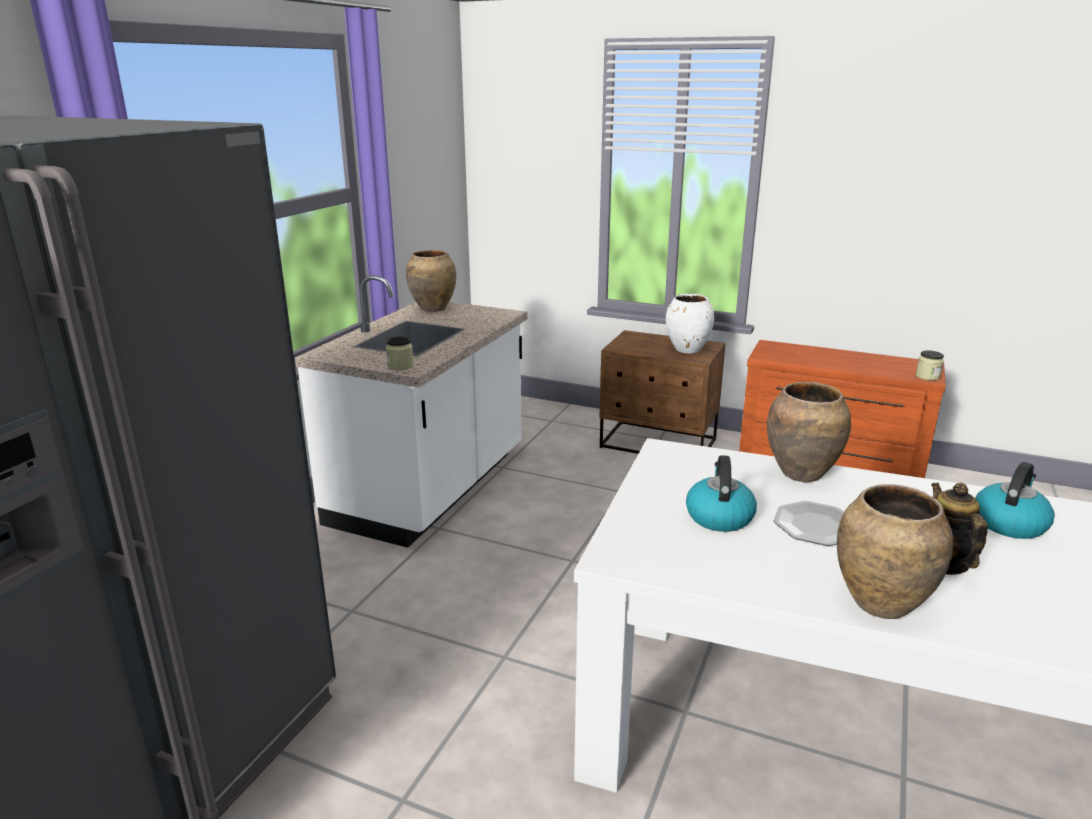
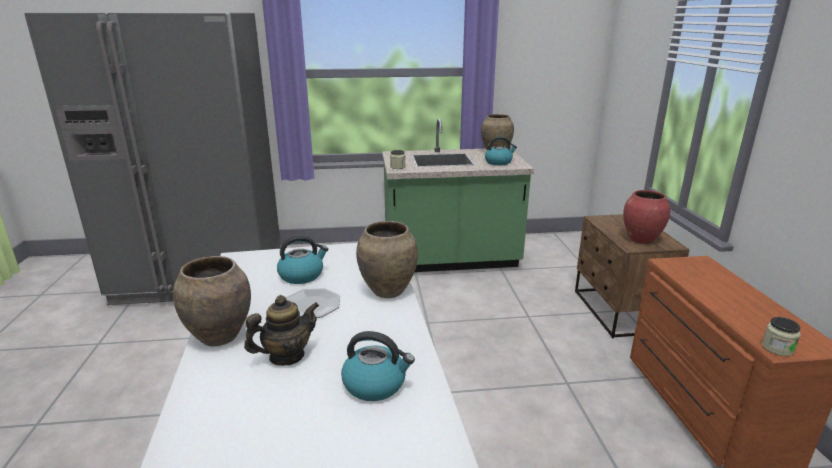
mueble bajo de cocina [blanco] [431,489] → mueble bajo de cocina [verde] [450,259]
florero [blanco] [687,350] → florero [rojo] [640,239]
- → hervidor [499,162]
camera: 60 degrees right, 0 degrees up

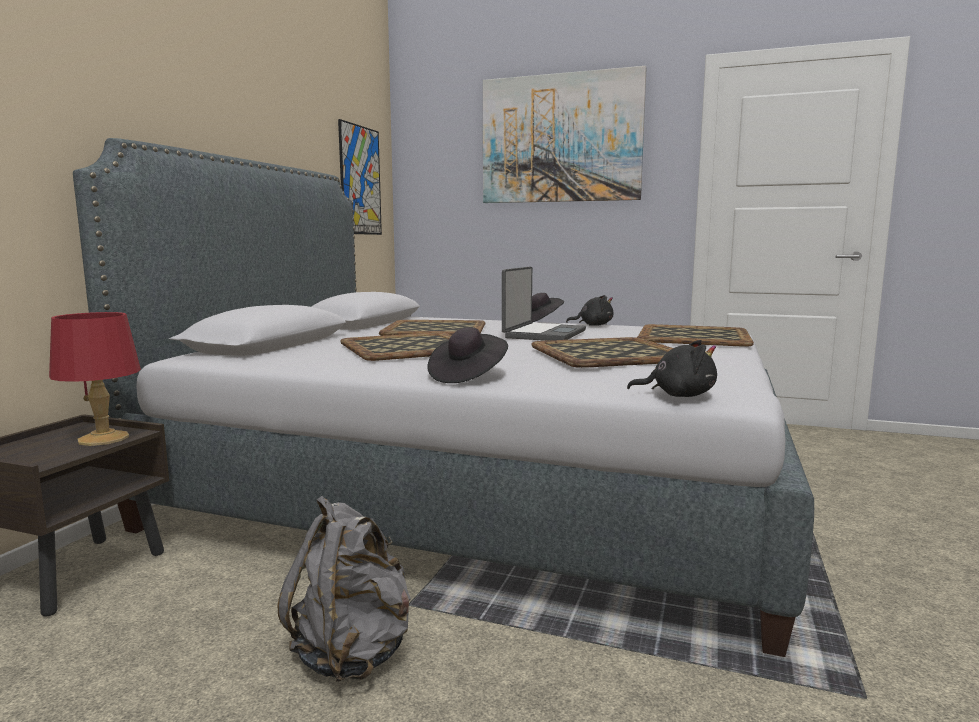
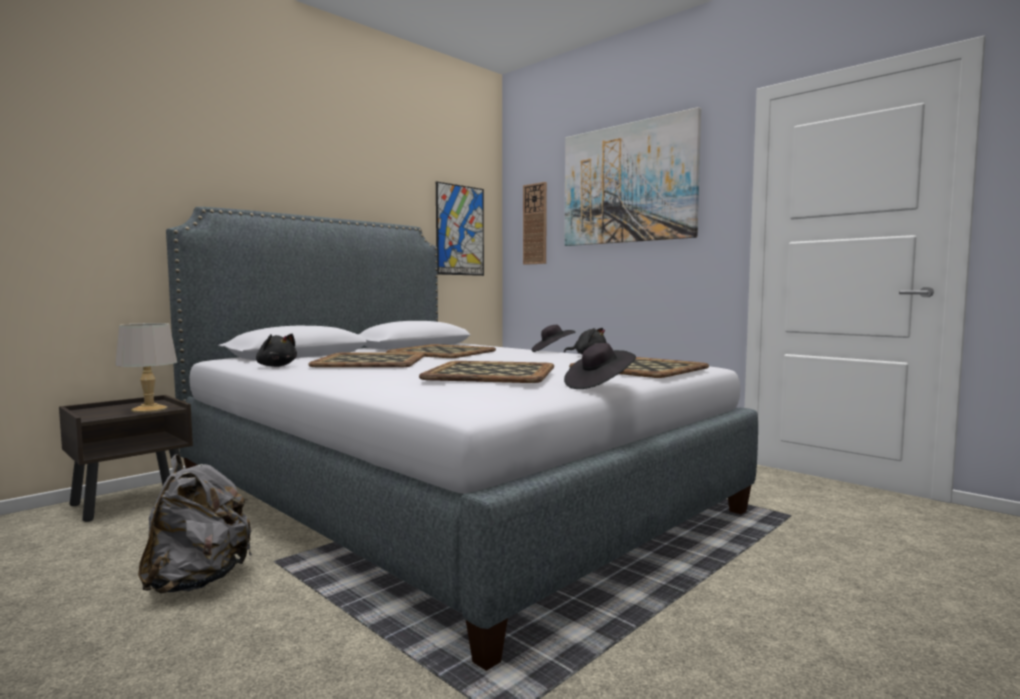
portátil [543,334] → -
lámpara de mesa [rojo] [103,439] → lámpara de mesa [gris] [149,409]
sombrero [negro] [467,376] → sombrero [negro] [599,386], moved
peluche [negro] [678,395] → peluche [negro] [276,366], moved
- → reloj de pared [535,224]
camera: 25 degrees right, 5 degrees down

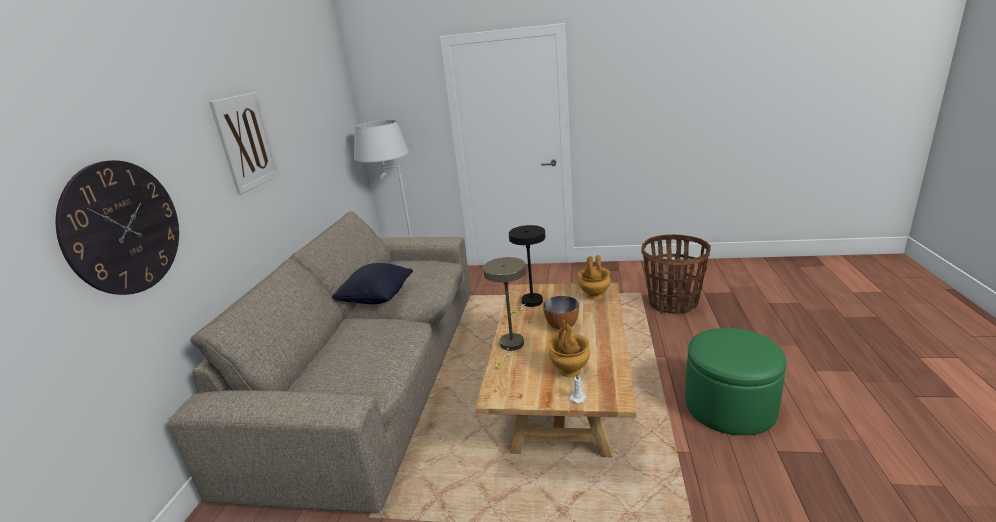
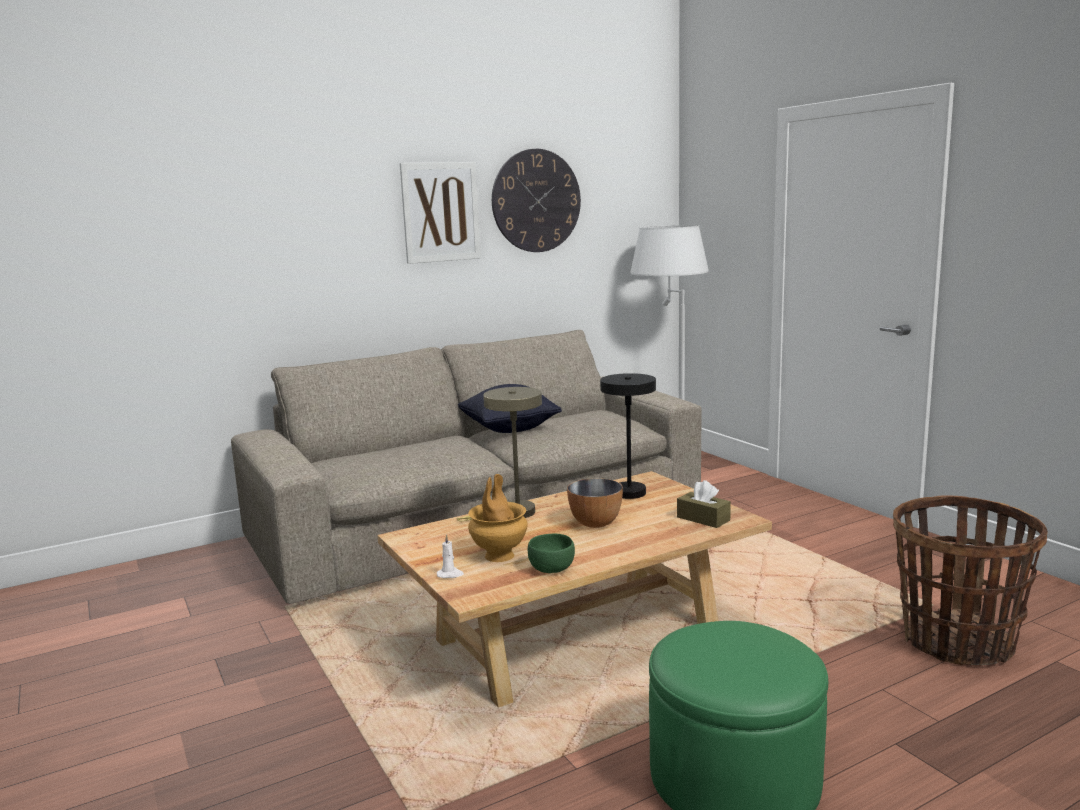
reloj de pared [123,228] → reloj de pared [536,201], moved
florero [marrón] [594,296] → caja de pañuelos [marrón] [703,519]
- → cuenco [verde] [552,568]
camera: 50 degrees right, 10 degrees down

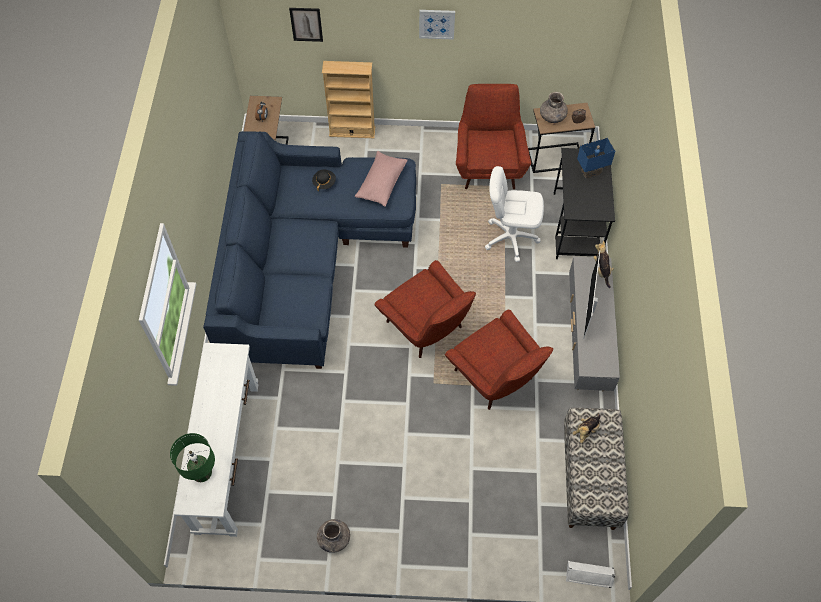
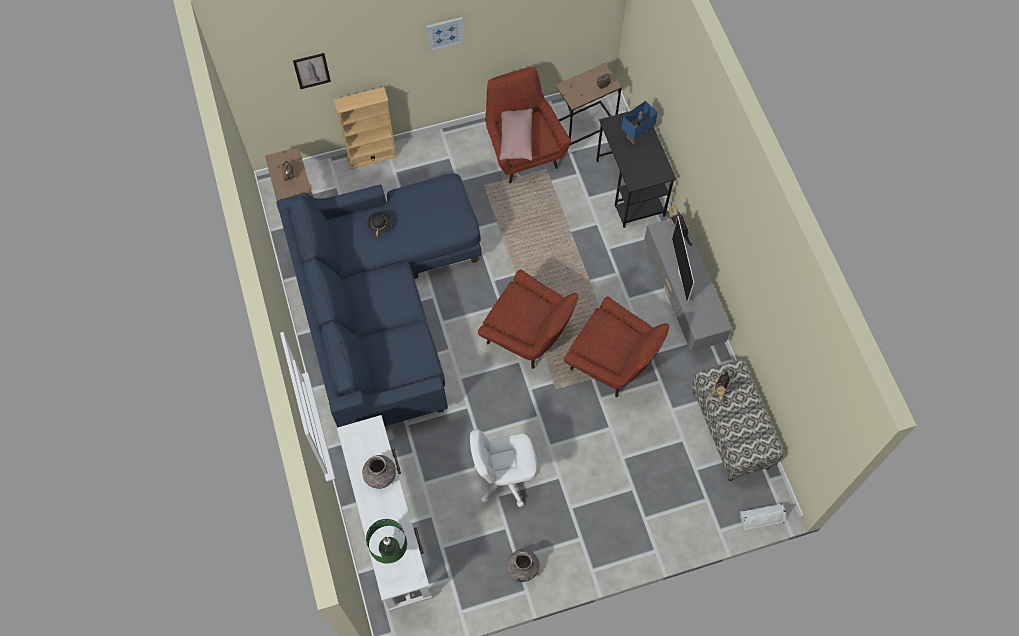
florero [gris] [552,116] → florero [gris] [380,475], moved
cojín [rosa] [381,183] → cojín [rosa] [516,139], moved
silla de oficina [blanco] [510,238] → silla de oficina [blanco] [505,478], moved
camera: 20 degrees left, 5 degrees up

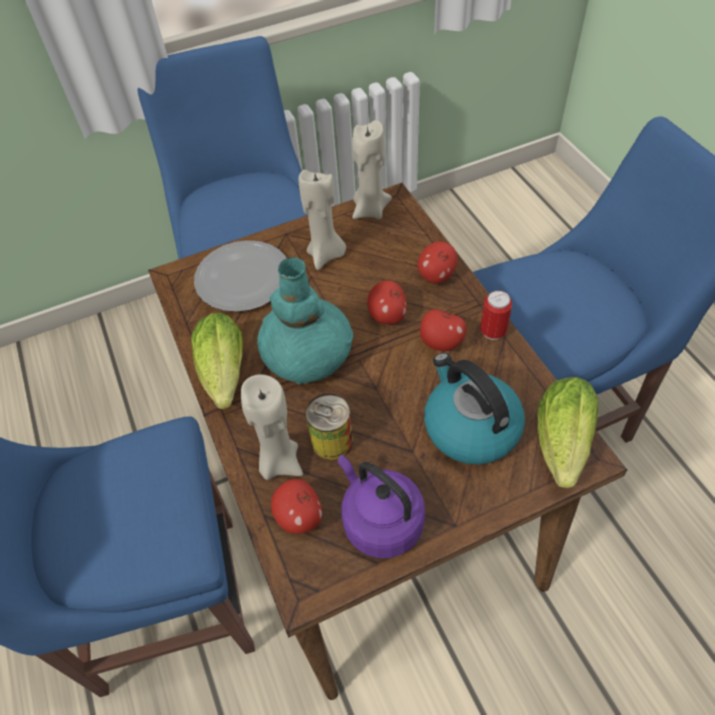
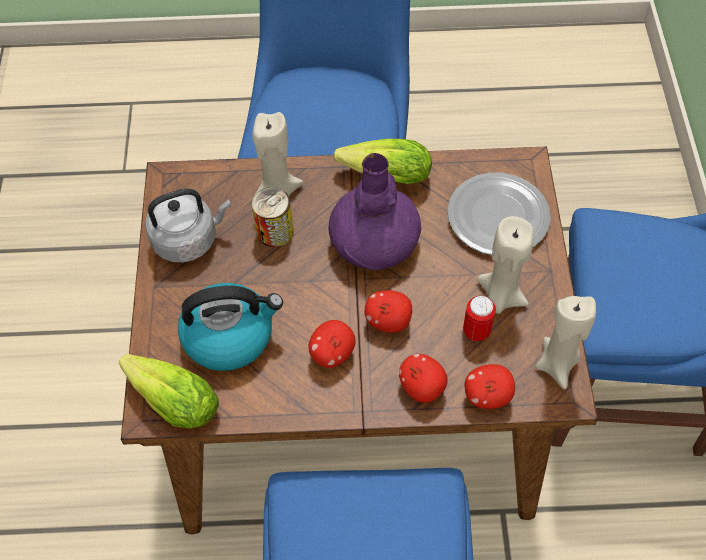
florero [turquesa] [307,355] → florero [morado] [374,241]
lata [493,331] → lata [476,331], moved
hervidor [morado] [379,520] → hervidor [gris] [188,239]
manzana [299,517] → manzana [487,395], moved
camera: 110 degrees right, 5 degrees up

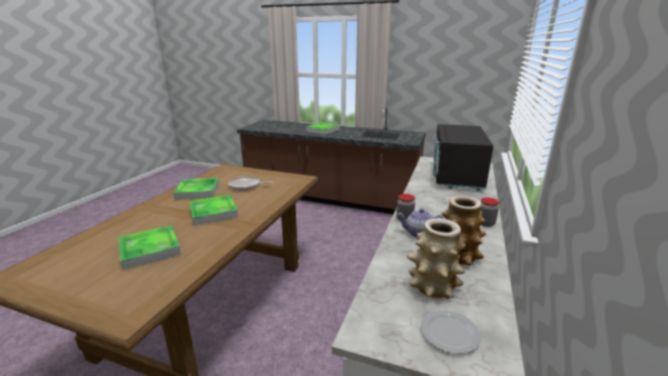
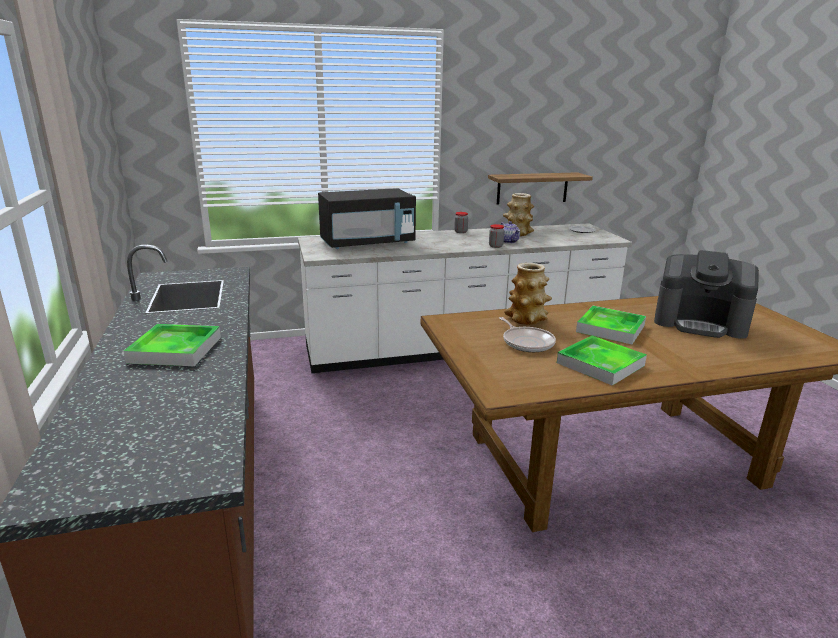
florero [433,286] → florero [527,319], moved
bandeja [150,250] → cafetera [700,323]
- → estante [532,188]
camera: 125 degrees left, 0 degrees up

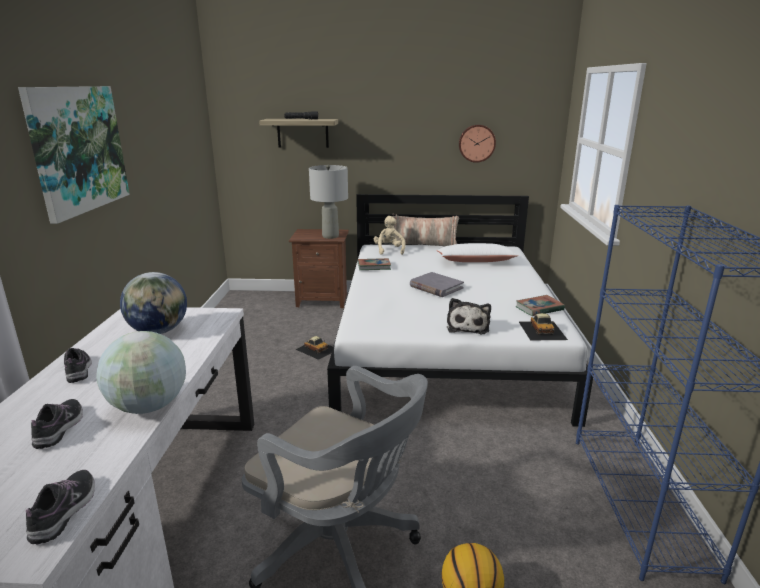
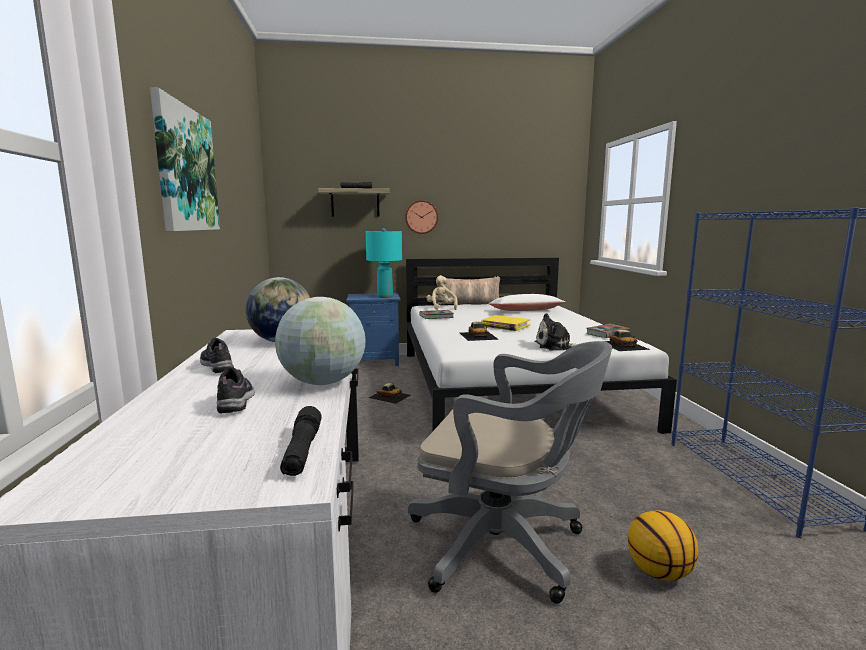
reloj de pared [476,143] → reloj de pared [421,217], moved
lámpara de mesa [gris] [330,236] → lámpara de mesa [turquesa] [384,296]
mesita de noche [marrón] [322,300] → mesita de noche [azul] [375,361]
libro [gris] [436,287] → libro [amarillo] [505,326]
peluche [468,326] → peluche [556,346], 90 degrees clockwise
zapato [65,511] → linterna [negro] [302,451]
- → coche de juguete [478,335]
camera: 10 degrees left, 10 degrees down

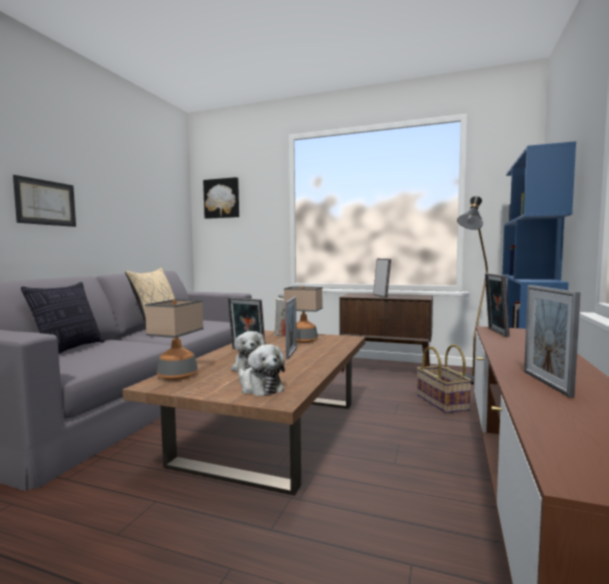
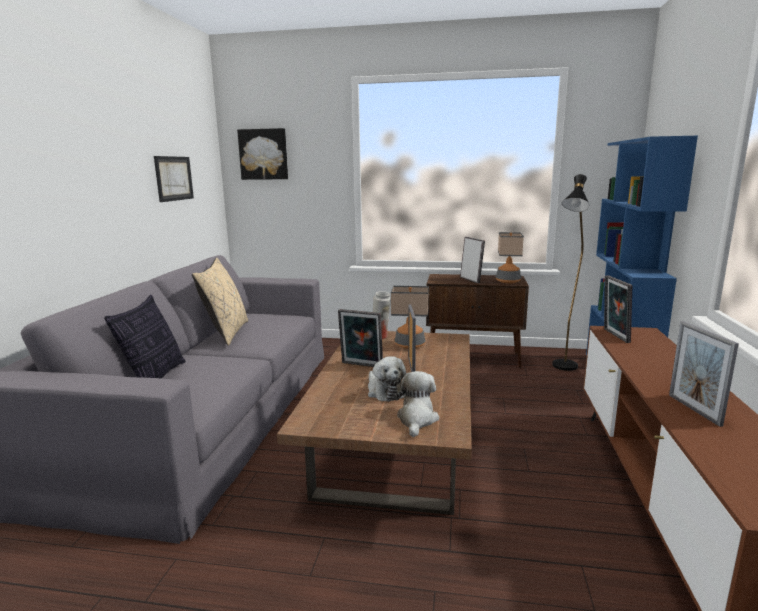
cuadro [46,202] → cuadro [174,178], moved
lámpara de mesa [177,375] → lámpara de mesa [508,281], moved
peluche [259,387] → peluche [416,419], 120 degrees counterclockwise
cesta [441,402] → -
camera: 10 degrees left, 10 degrees up

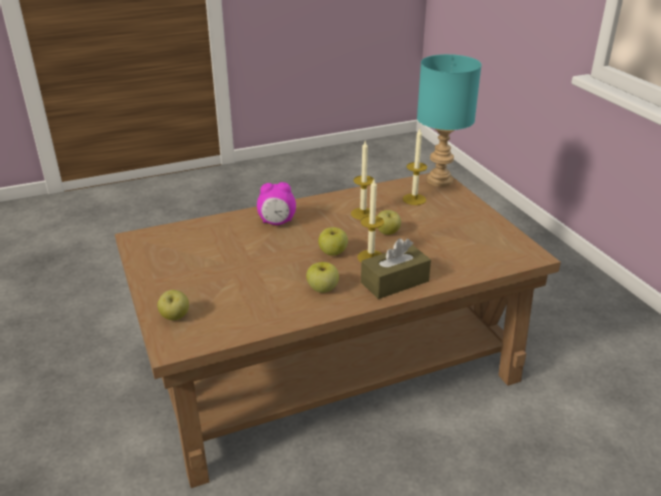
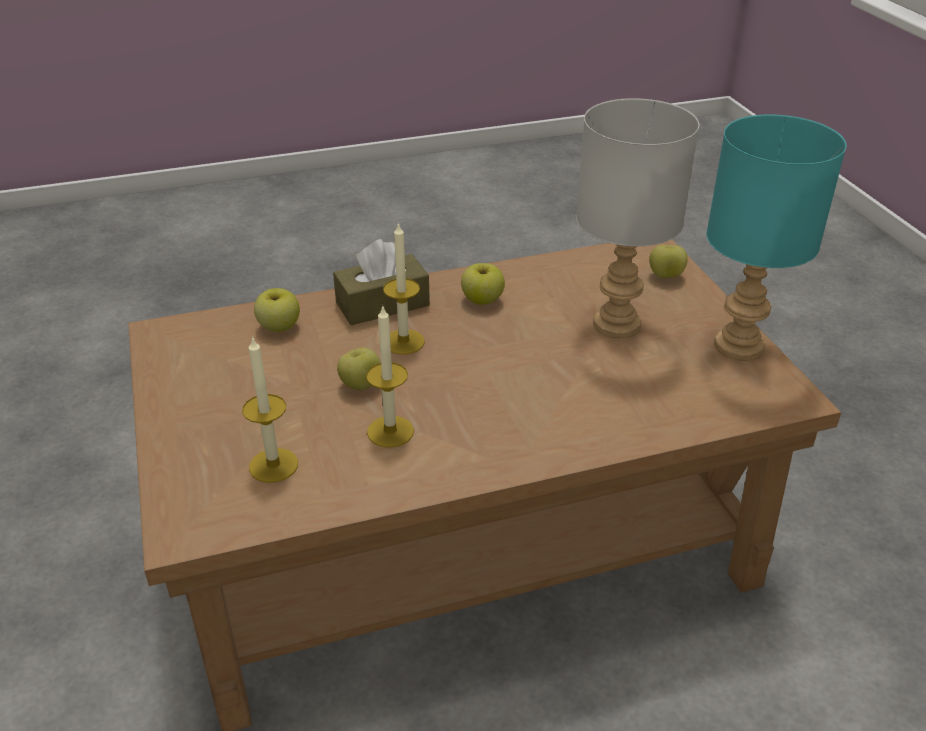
lámpara de mesa [turquesa] [438,180] → lámpara de mesa [turquesa] [741,347], moved
despertador [277,223] → -
manzana [333,252] → manzana [279,327], moved
- → lámpara de mesa [gris] [615,323]
camera: 175 degrees left, 5 degrees up

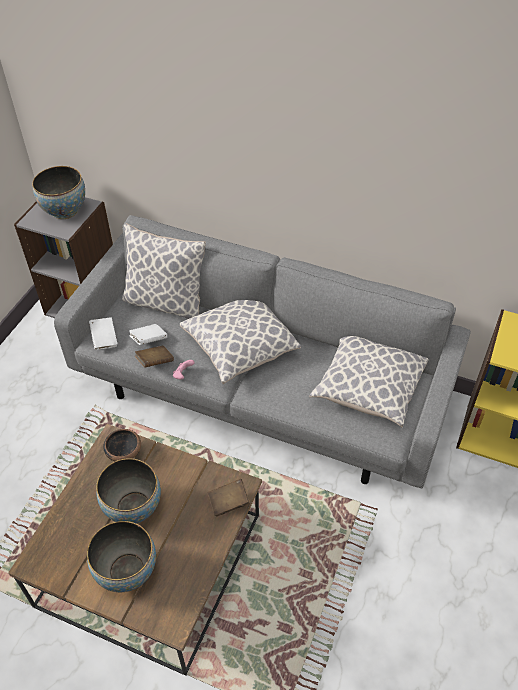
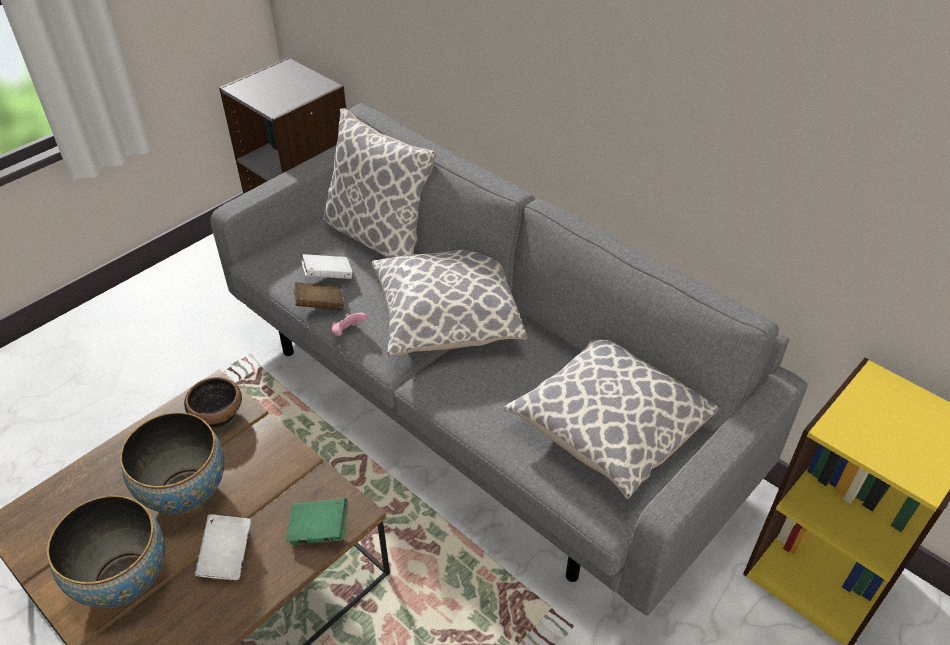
cuenco [65,211] → -
libro [blanco] [104,339] → libro [blanco] [227,556], moved
libro [marrón] [229,502] → libro [verde] [319,530]
camera: 20 degrees right, 5 degrees down

